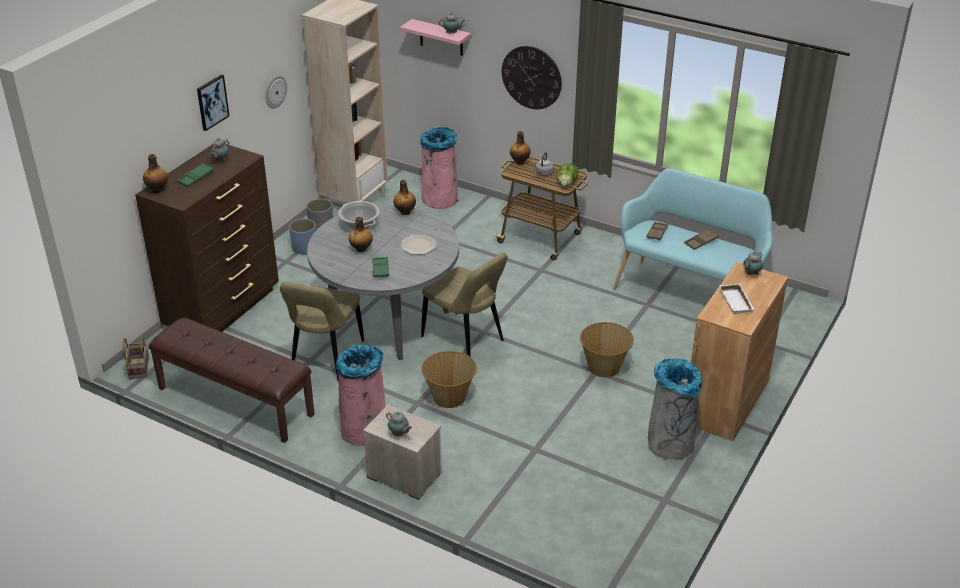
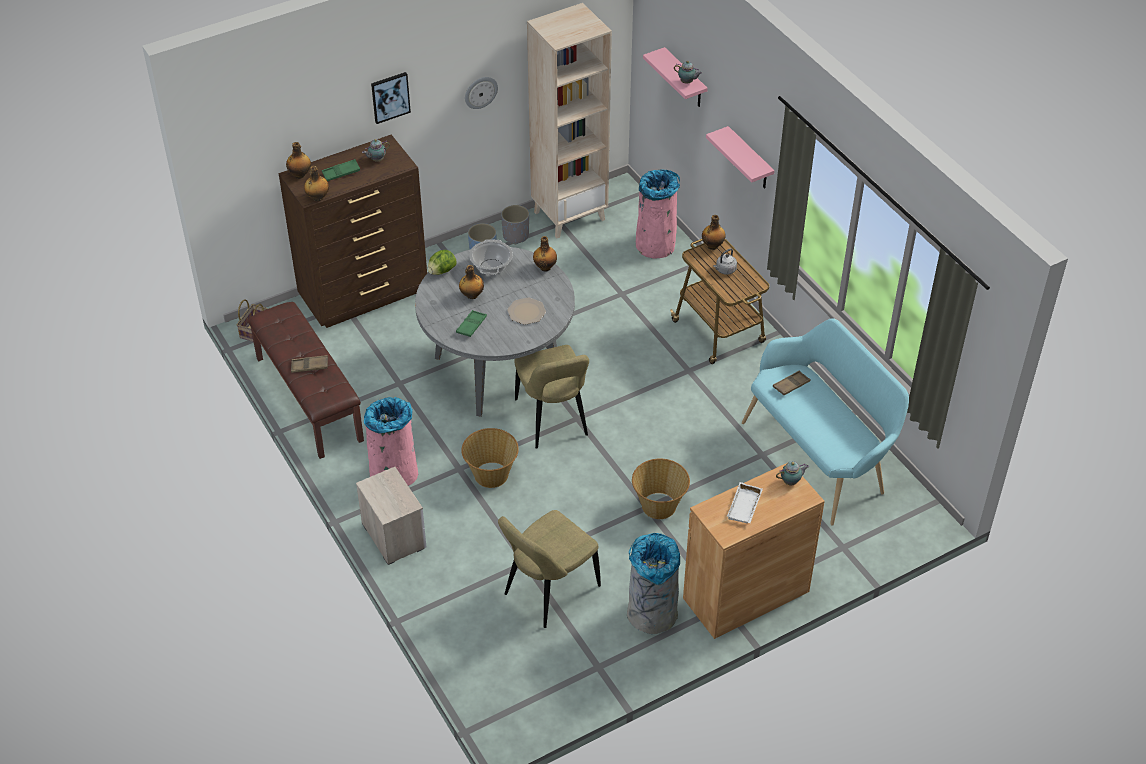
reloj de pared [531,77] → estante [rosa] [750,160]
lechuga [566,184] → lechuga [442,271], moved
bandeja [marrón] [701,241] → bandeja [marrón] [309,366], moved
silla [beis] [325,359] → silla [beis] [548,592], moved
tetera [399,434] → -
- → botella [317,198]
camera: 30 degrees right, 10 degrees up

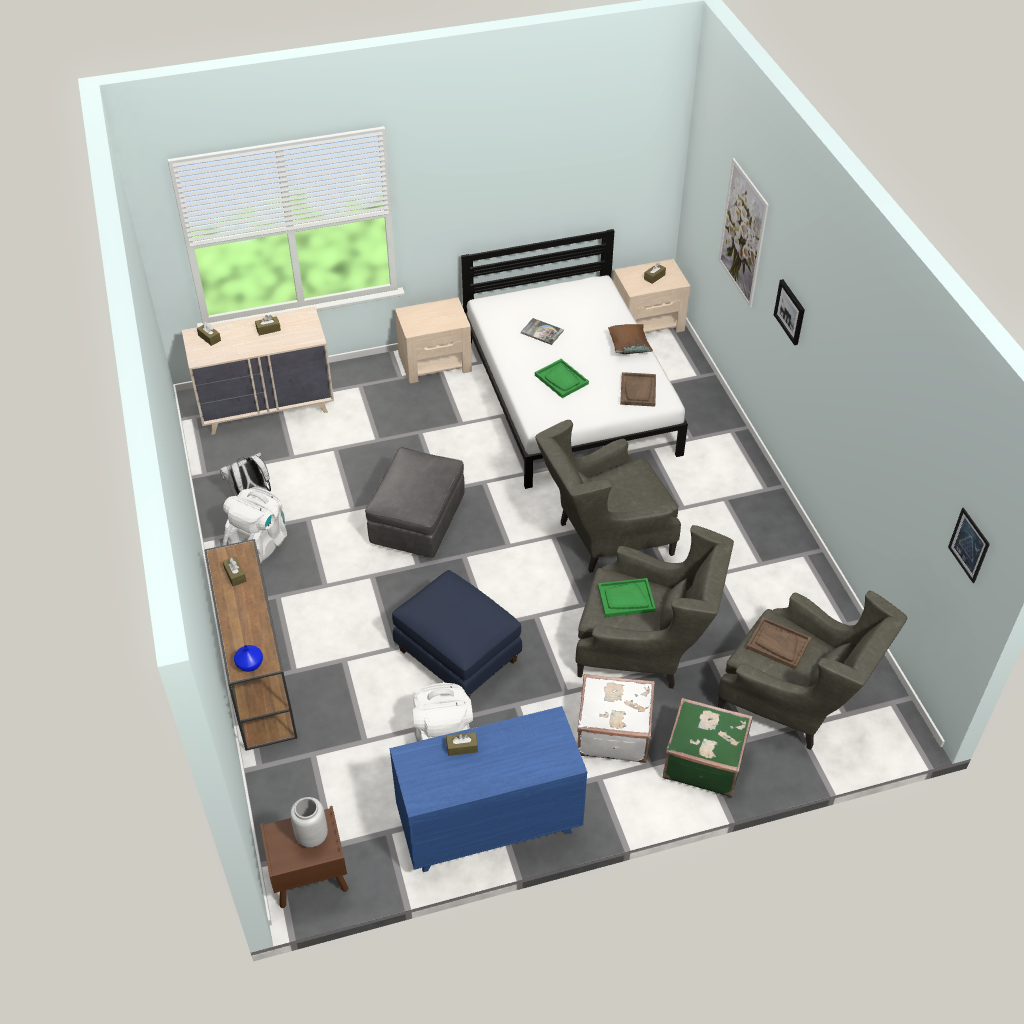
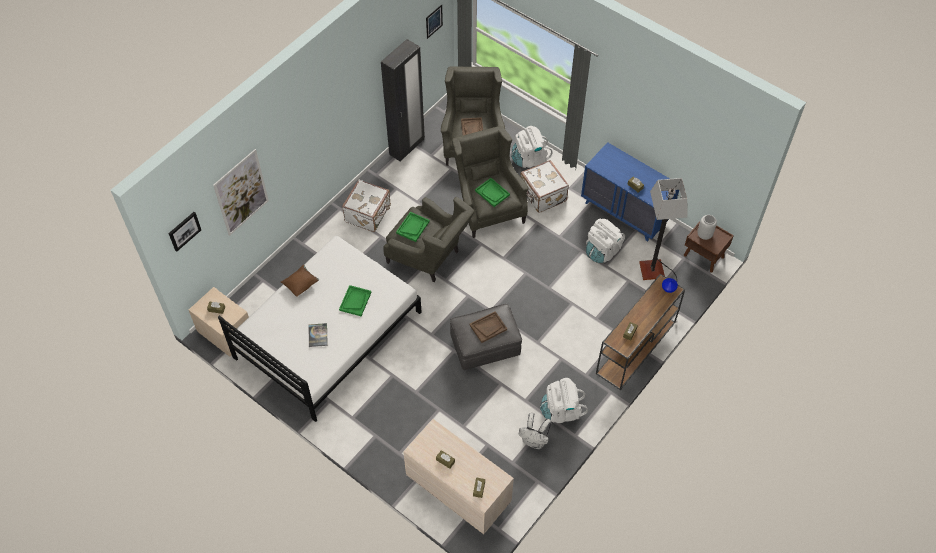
cuadro [790,312] → cuadro [184,231], moved
mesita de noche [beis] [435,362] → -
bandeja [marrón] [638,391] → bandeja [marrón] [488,327], moved
puf [azul] [457,656] → -
maleta [verde] [703,760] → mochila [blanco] [529,159]
- → armario ropero [negro] [407,147]
- → lámpara de pie [655,276]
- → maleta [blanco] [368,214]
- → bandeja [verde] [413,227]
camera: 125 degrees left, 10 degrees up

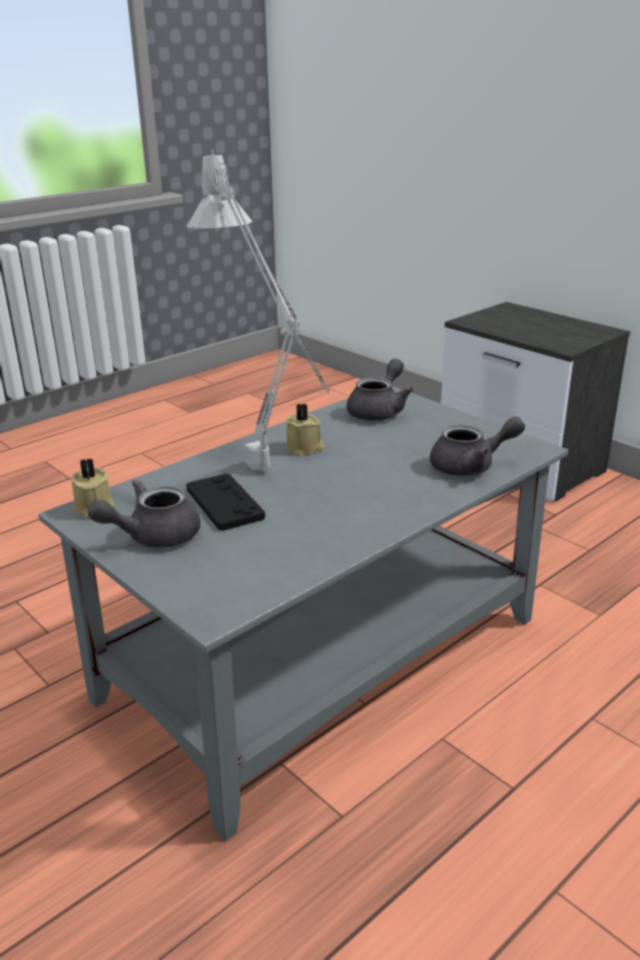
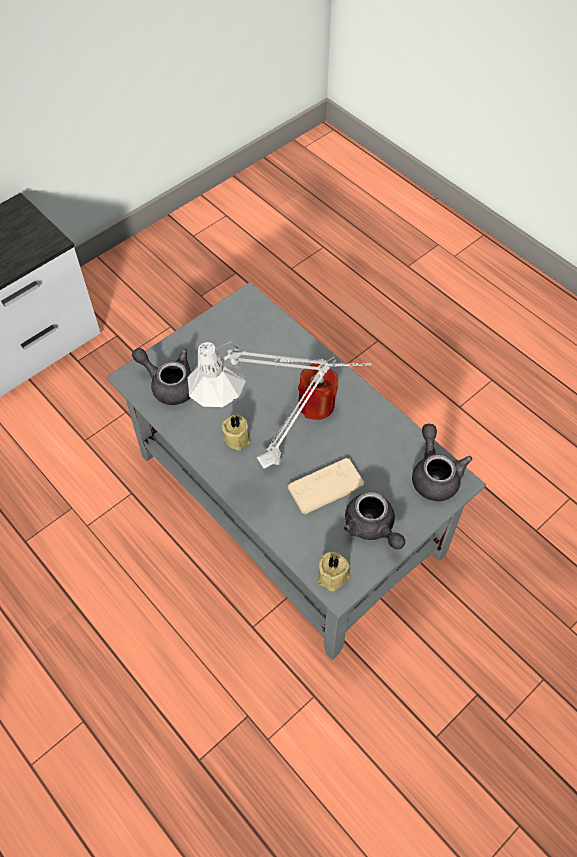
tetera [gris] [471,466] → tetera [gris] [434,474], moved
mando de consola [negro] [224,503] → mando de consola [beis] [326,486]
- → vela [rojo] [316,404]
camera: 90 degrees left, 30 degrees up

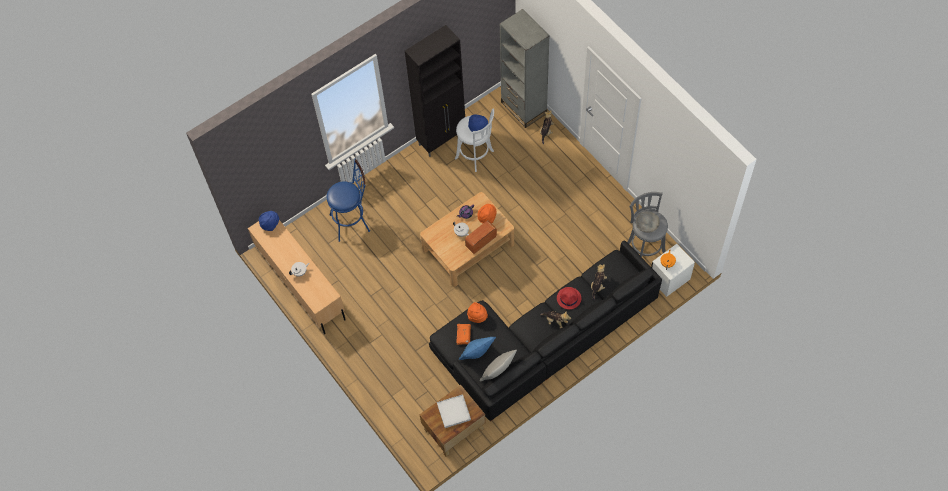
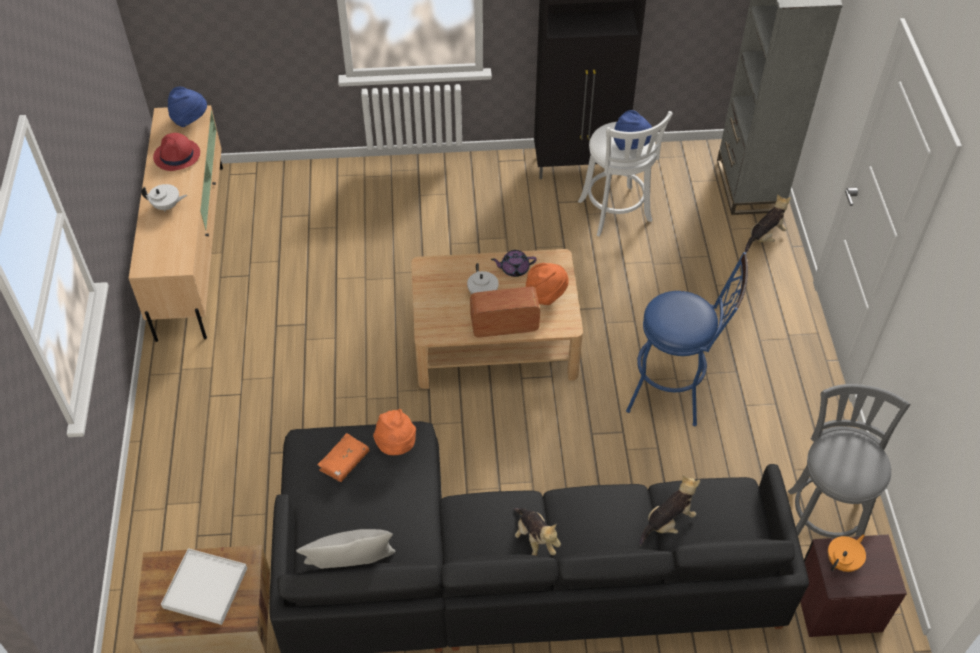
taburete [azul] [353,222] → taburete [azul] [674,393], moved
cuenco [gris] [647,225] → -
mesita de noche [blanco] [669,278] → mesita de noche [marrón] [838,606]
sombrero [rojo] [569,298] → sombrero [rojo] [177,156], moved
cojín [azul] [477,355] → -
camera: 30 degrees right, 10 degrees down

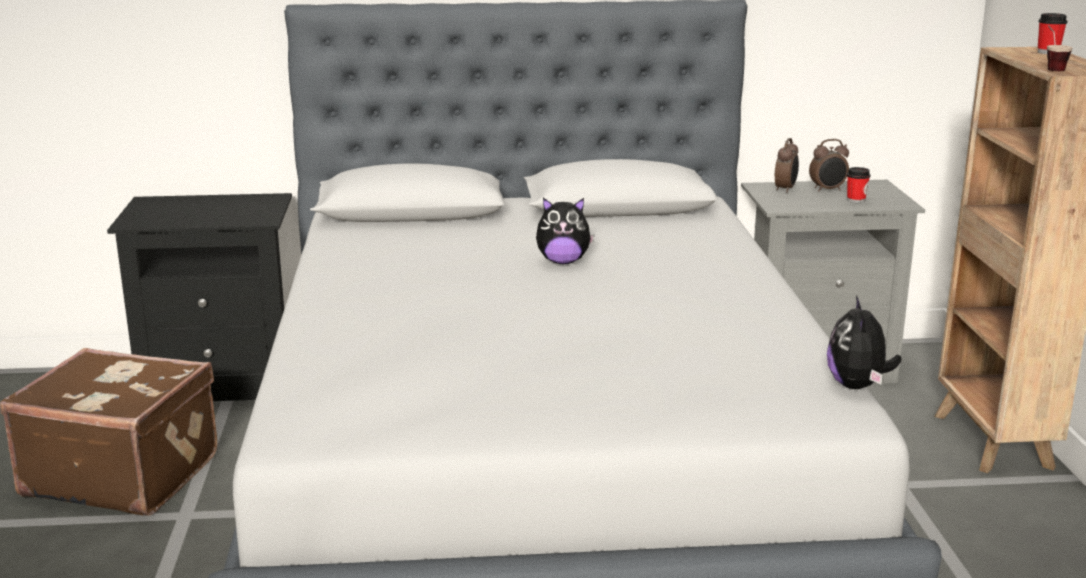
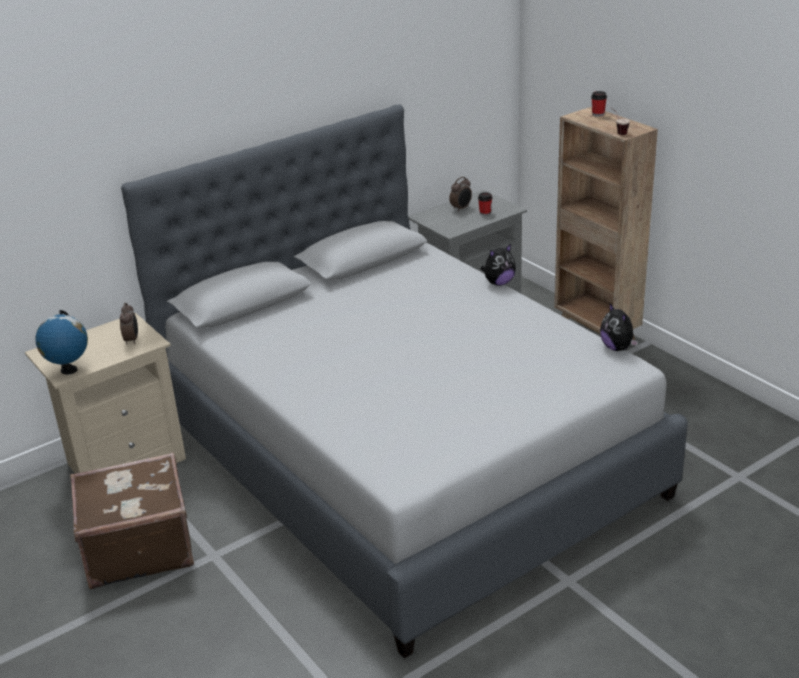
despertador [785,189] → despertador [132,340], moved
mesita de noche [negro] [223,386] → mesita de noche [beis] [123,462]
peluche [563,261] → peluche [498,283], moved
- → globo terráqueo [69,370]
camera: 30 degrees left, 10 degrees up

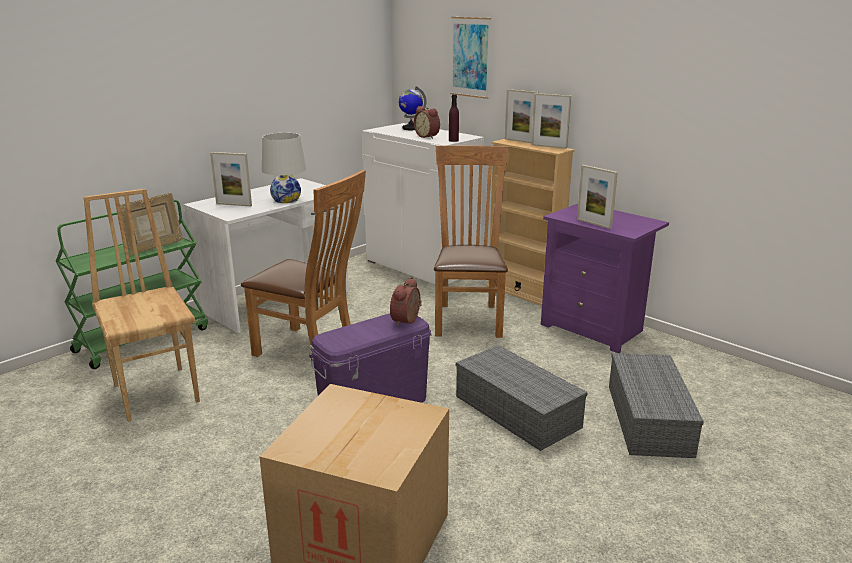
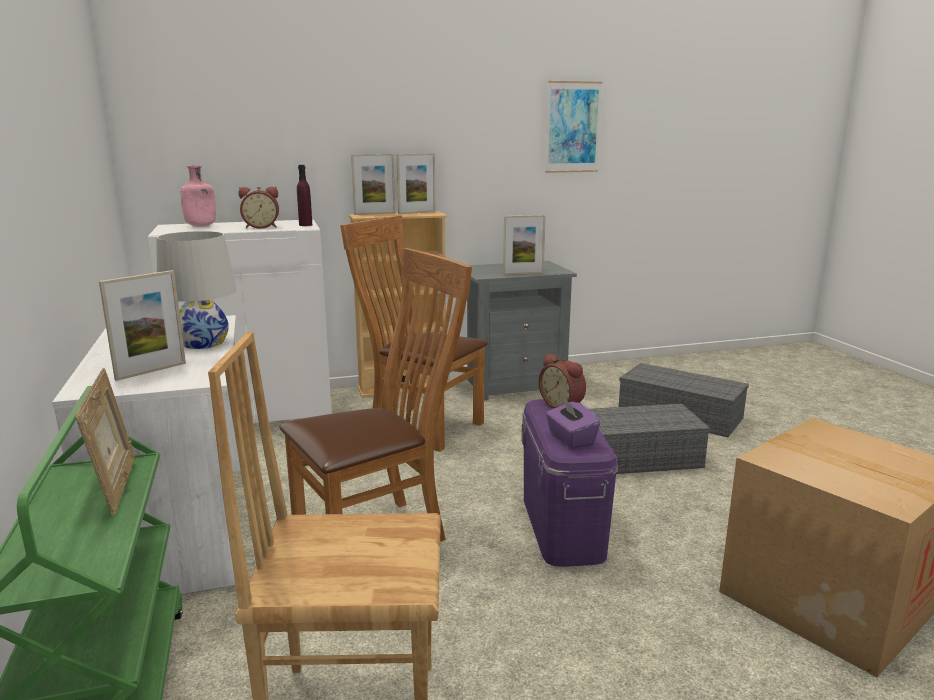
cuadro [470,57] → cuadro [573,127], moved
globo terráqueo [410,128] → botella [rosa] [201,226]
mesita de noche [morado] [595,328] → mesita de noche [gris] [513,385]
- → caja de pañuelos [morado] [570,439]
camera: 60 degrees left, 5 degrees down

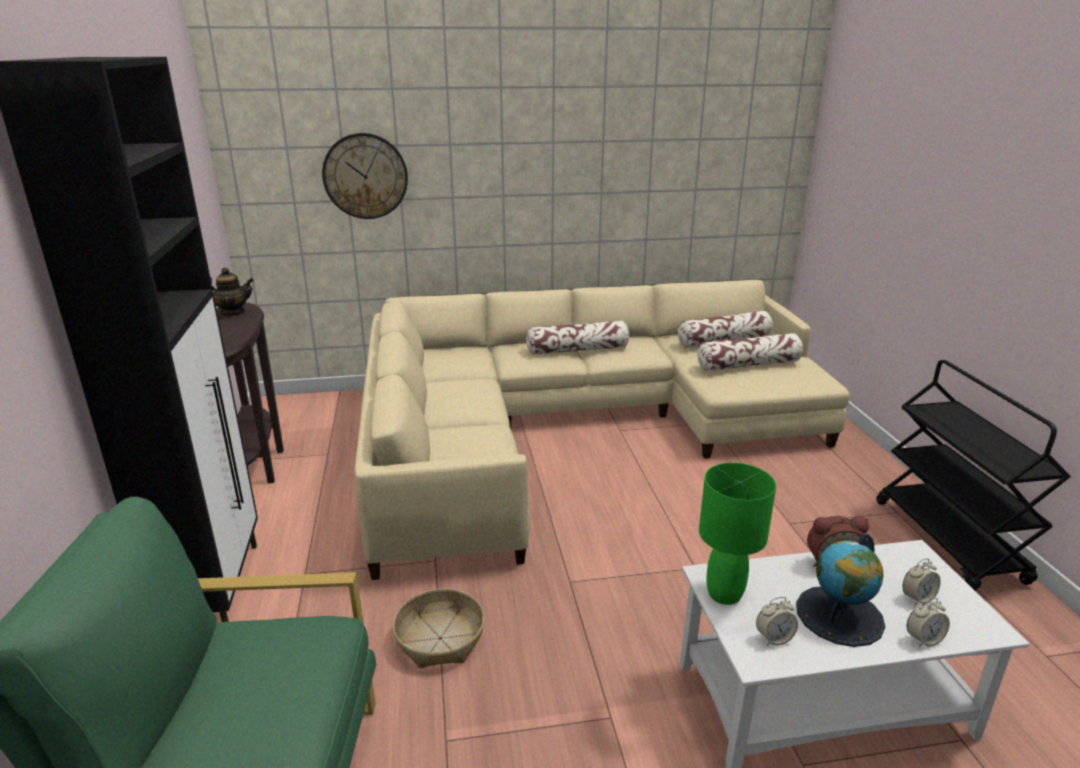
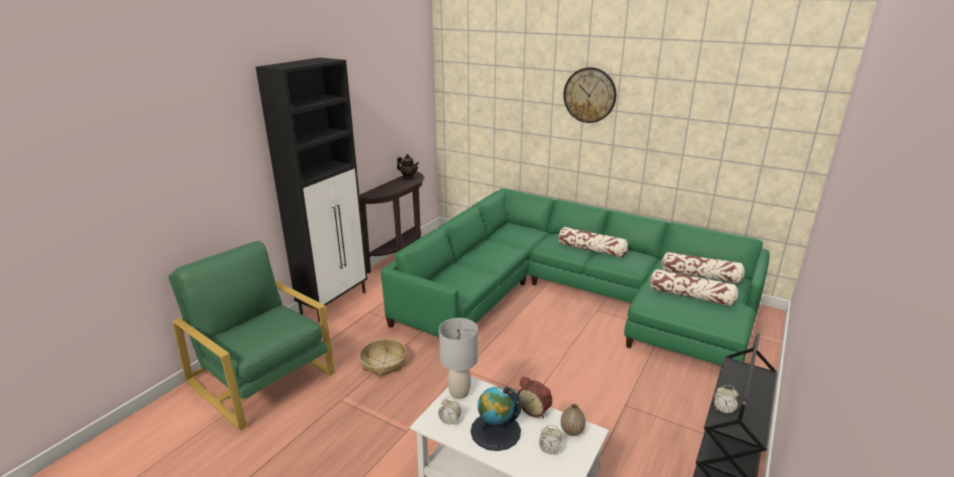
reloj de pared [365,176] → reloj de pared [589,95], moved
sofá [beis] [573,427] → sofá [verde] [571,297]
lámpara de mesa [verde] [725,594] → lámpara de mesa [gris] [459,393]
despertador [923,639] → despertador [723,409], moved
- → florero [572,431]
camera: 40 degrees right, 0 degrees up

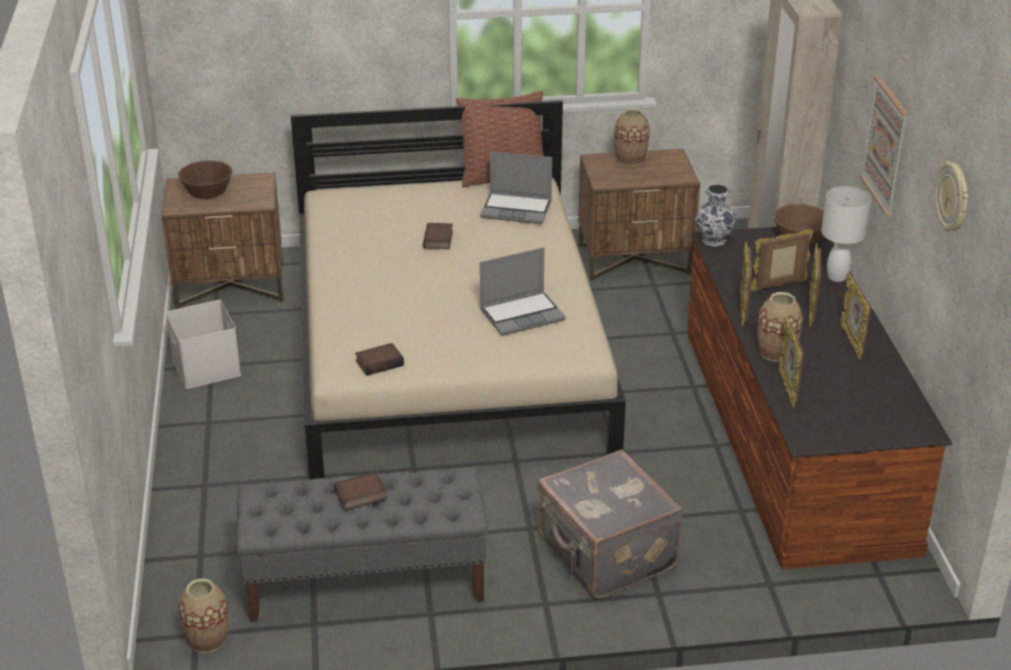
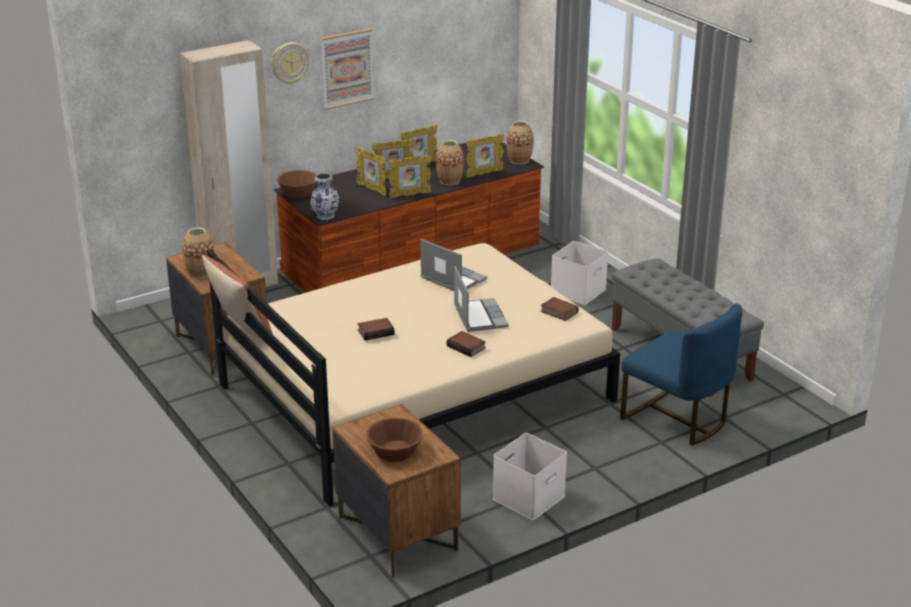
portátil [517,209] → portátil [479,316], moved
reloj de pared [953,198] → reloj de pared [289,63], moved
lámpara de mesa [blanco] [837,276] → -
maleta [gris] [605,554] → caja de almacenaje [blanco] [578,290]
libro [360,496] → libro [467,347], moved
florero [207,639] → florero [519,160], moved
- → silla [azul] [676,419]
camera: 115 degrees left, 5 degrees down

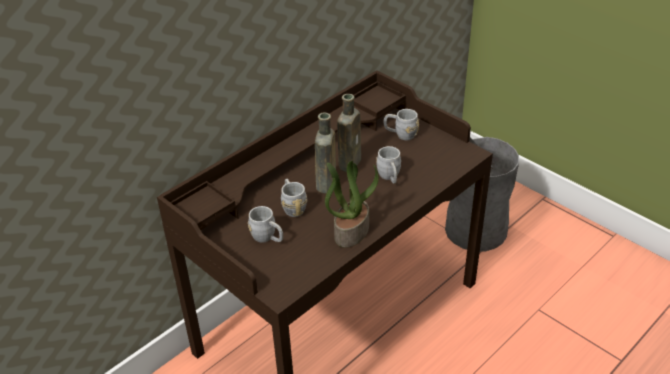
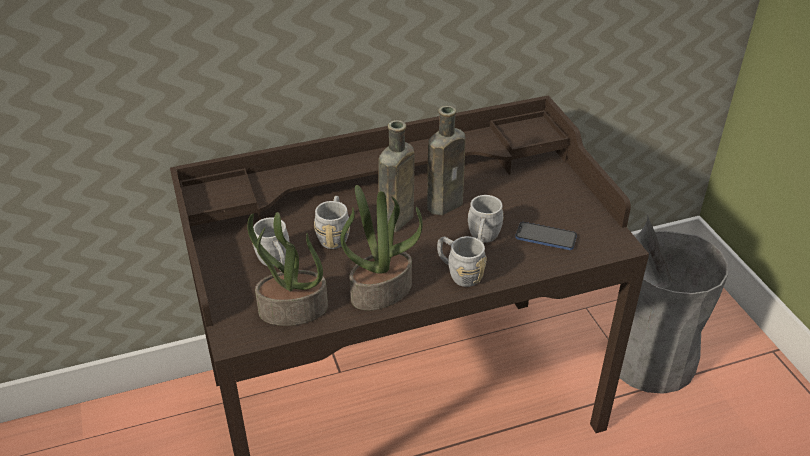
taza grande [gris] [400,134] → taza grande [gris] [459,273], moved
- → planta en maceta [292,311]
- → móvil [545,237]
camera: 25 degrees right, 0 degrees up

